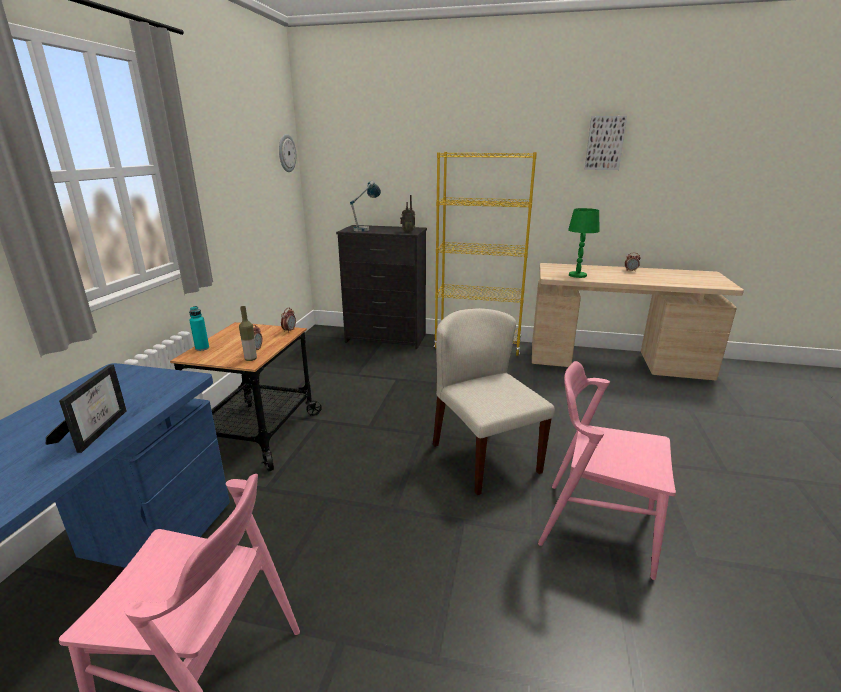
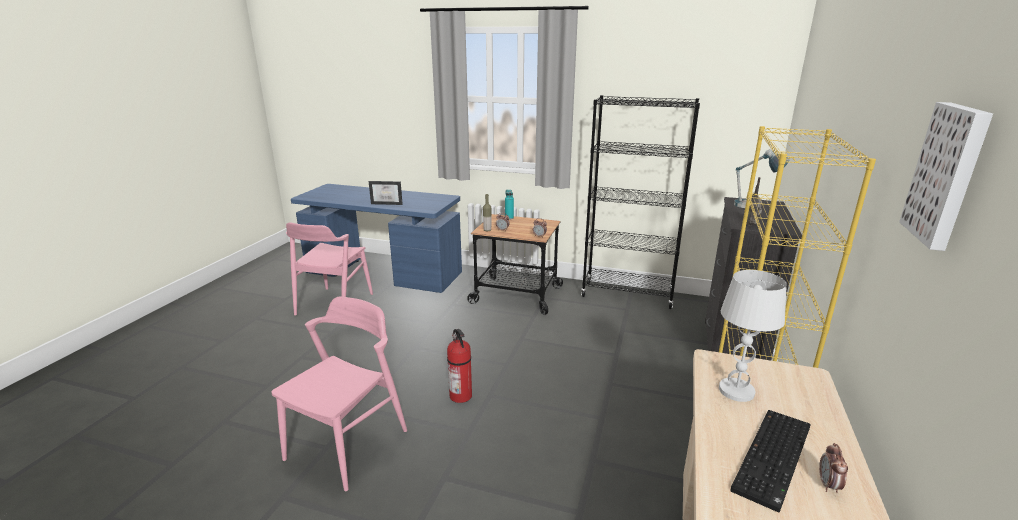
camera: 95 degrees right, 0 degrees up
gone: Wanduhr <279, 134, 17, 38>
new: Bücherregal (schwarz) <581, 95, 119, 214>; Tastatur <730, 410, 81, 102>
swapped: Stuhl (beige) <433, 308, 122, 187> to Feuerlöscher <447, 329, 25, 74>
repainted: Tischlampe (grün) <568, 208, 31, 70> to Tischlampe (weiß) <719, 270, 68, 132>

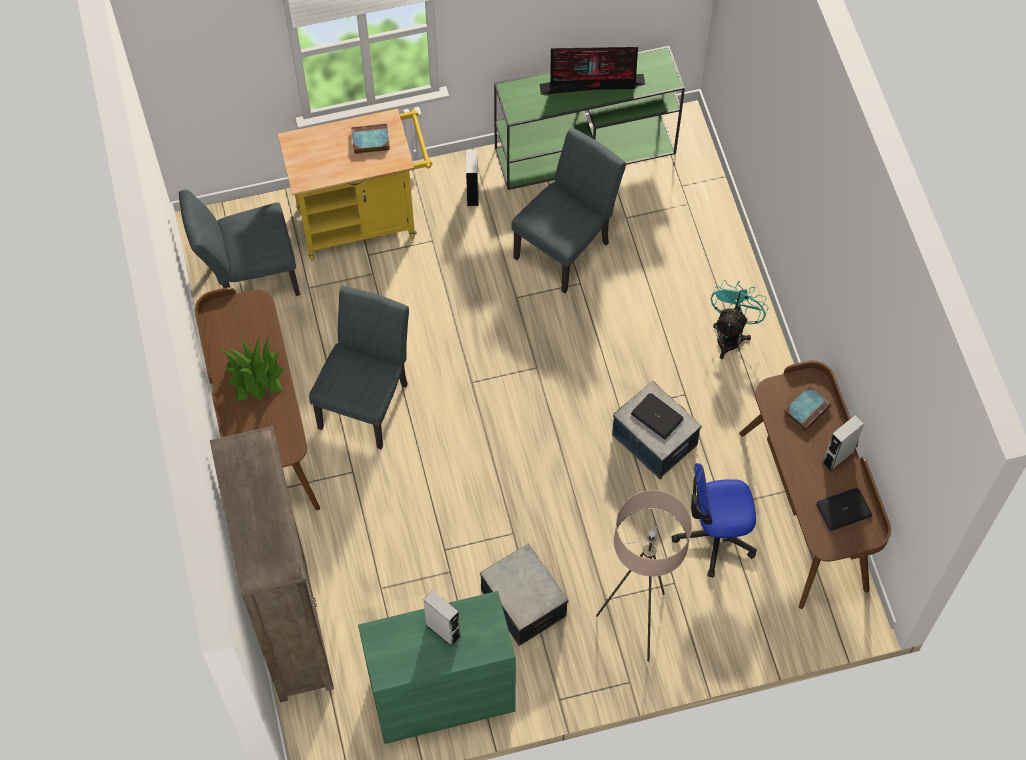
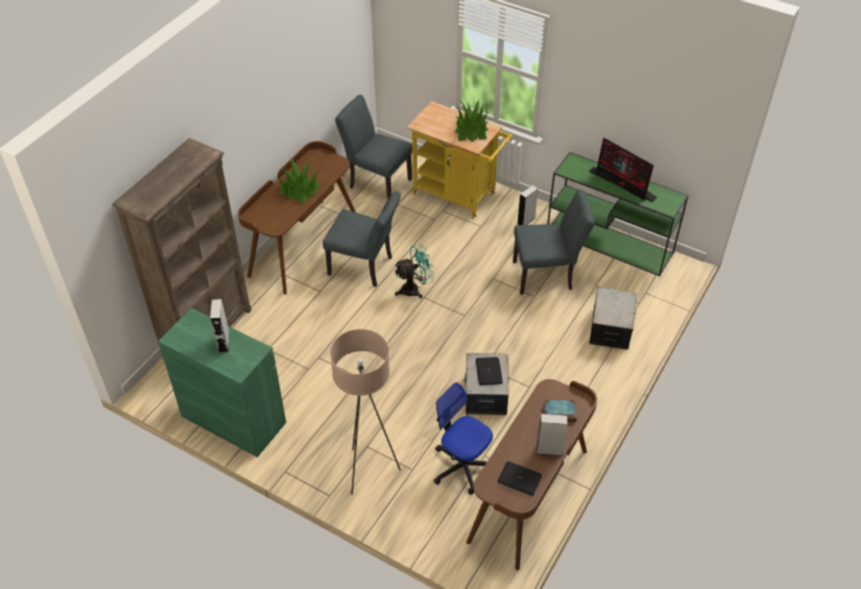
camera: 45 degrees right, 15 degrees down
shifted: Ventilator (türkis) <711, 280, 58, 79> to <394, 244, 40, 54>; Aufbewahrungsbox <480, 544, 89, 102> to <589, 287, 48, 63>
swapped: Buch <351, 124, 39, 30> to Topfpflanze <455, 98, 33, 44>
rotated: Stuhl (grau) <309, 286, 100, 164> = <323, 191, 78, 96> 45 degrees clockwise

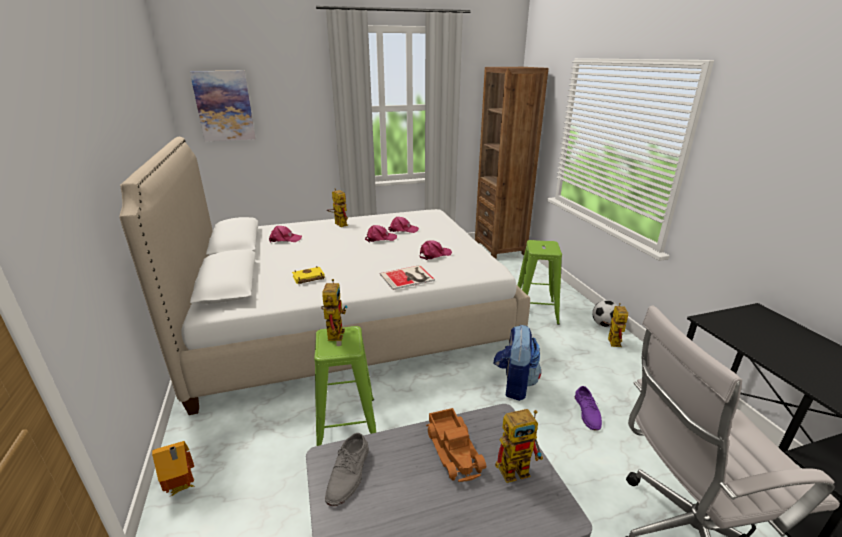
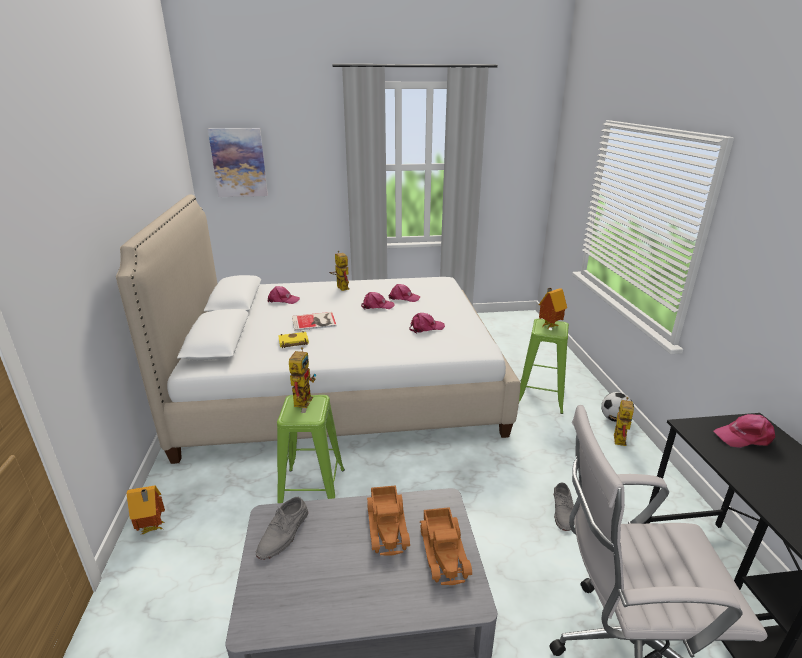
camera: 10 degrees right, 0 degrees up
gone: Bücherregal (braun) <475, 67, 73, 192>; Rucksack <494, 325, 47, 76>
new: Spielzeughaus <539, 288, 28, 41>; Kappe (rosa) <713, 414, 62, 34>
shifted: Buch <380, 265, 55, 25> to <292, 312, 45, 19>
swapped: Spielzeugroboter <495, 409, 48, 74> to Spielzeuglaster <420, 507, 52, 78>
repainted: Schuh (lila) <575, 386, 27, 45> to Schuh (grau) <554, 482, 20, 49>

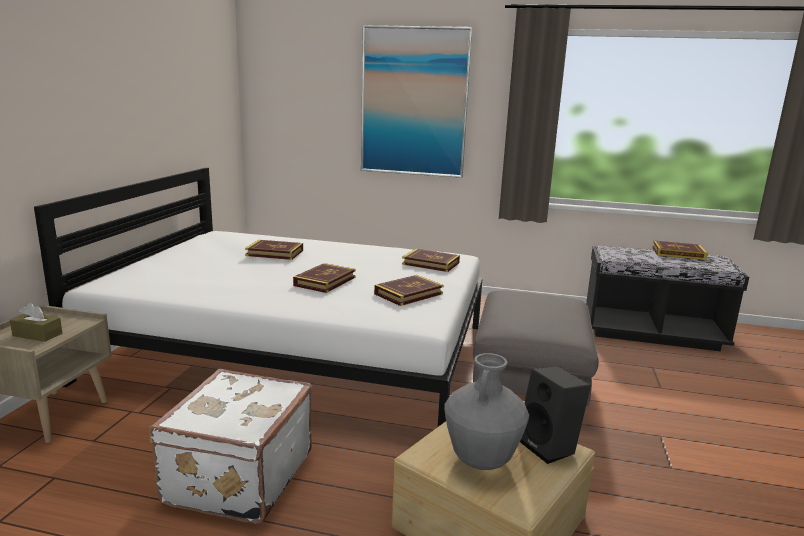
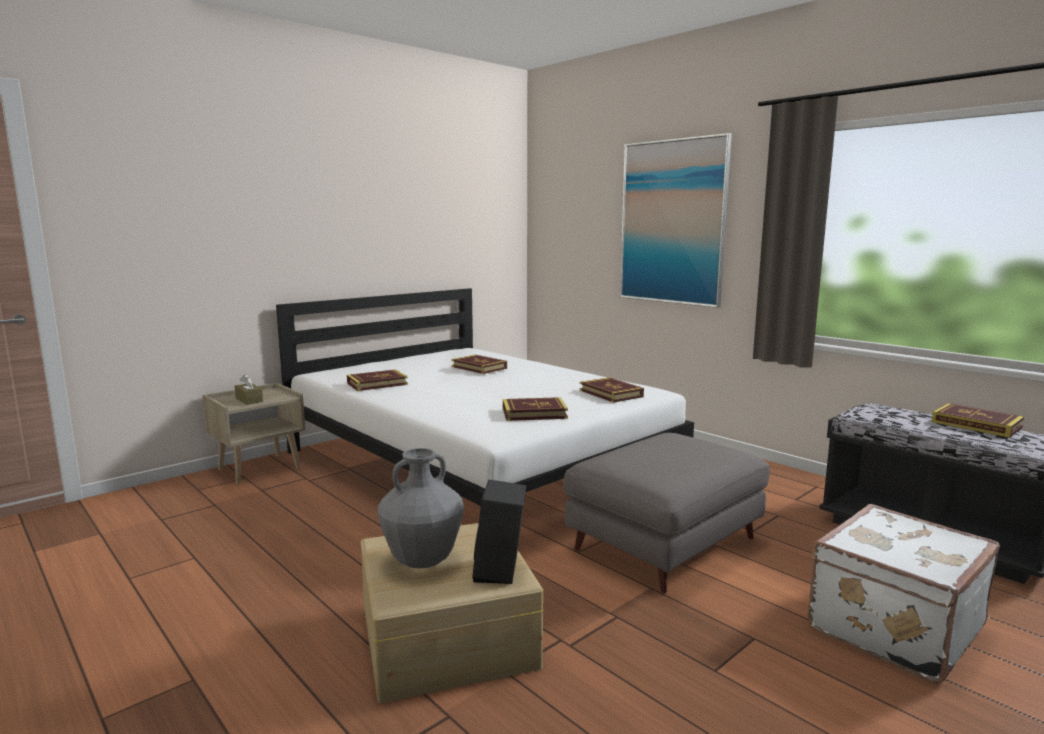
camera: 35 degrees right, 5 degrees down
shifted: Buch <293, 263, 63, 30> to <347, 369, 61, 22>; Koffer (weiß) <149, 369, 163, 155> to <807, 504, 193, 179>

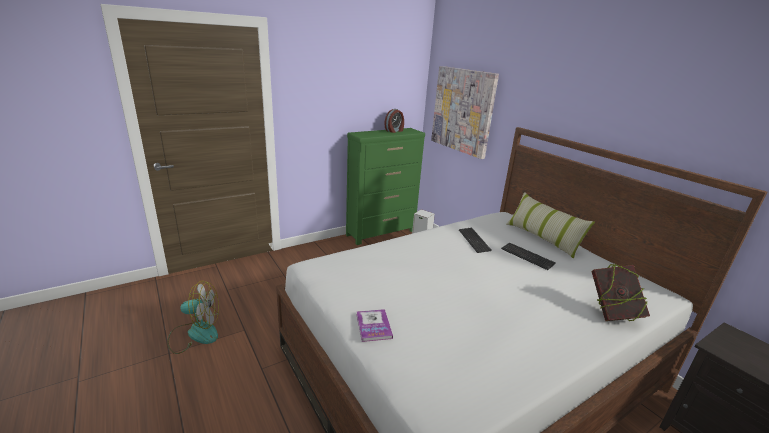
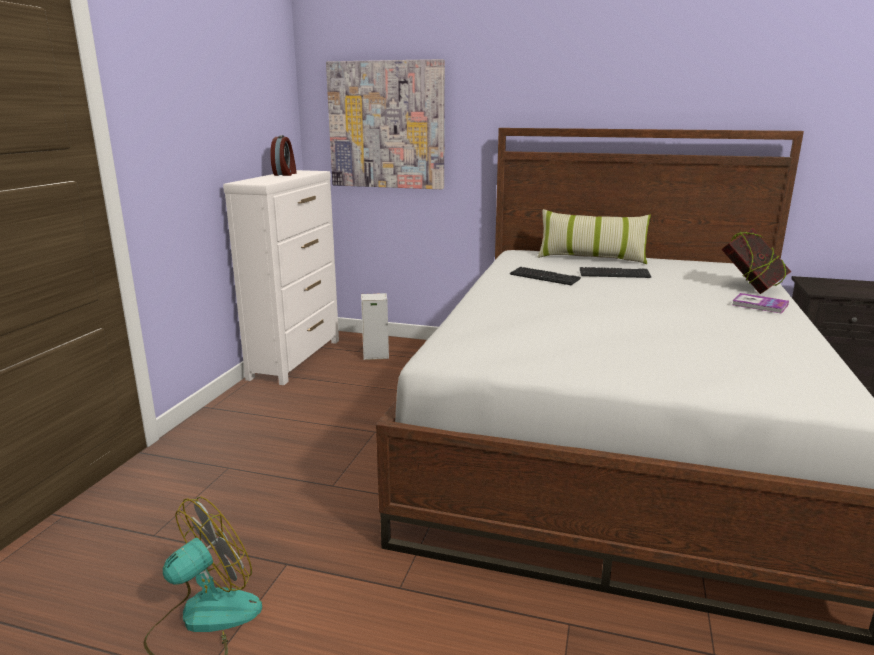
camera: 40 degrees left, 5 degrees down
shifted: Buch <356, 309, 37, 33> to <732, 293, 57, 21>
repainted: Kommode (grün) <346, 128, 79, 117> to Kommode (weiß) <223, 170, 116, 215>

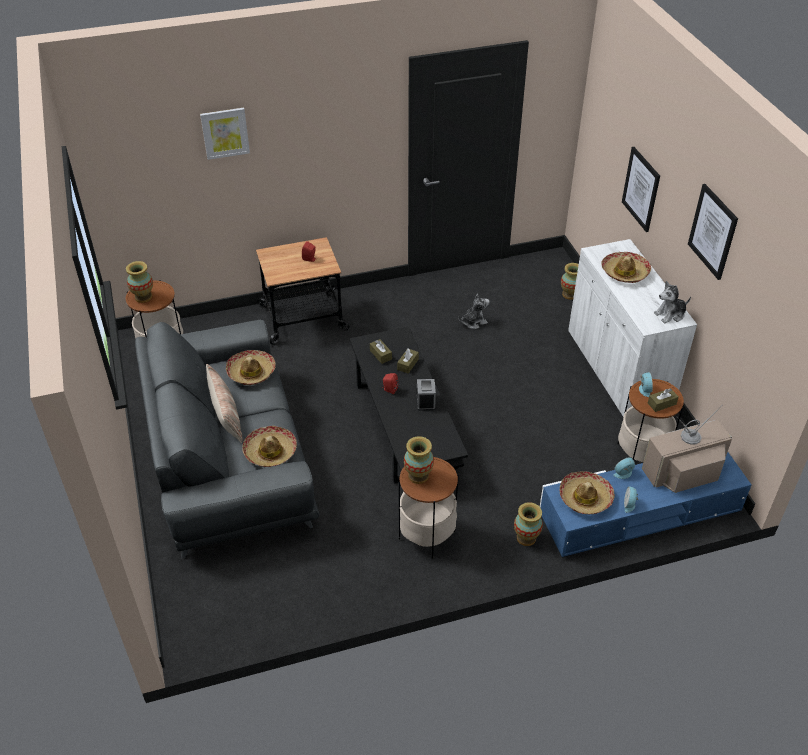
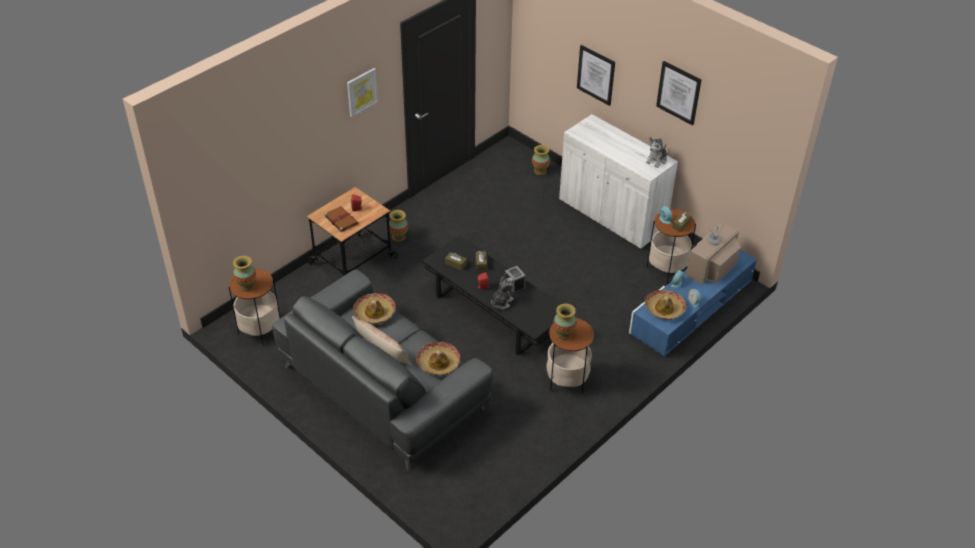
camera: 30 degrees left, 0 degrees up
gone: Hut <601, 252, 50, 31>
new: Buch (braun) <324, 206, 34, 26>
shifted: Bild <200, 108, 50, 52> to <347, 68, 31, 49>; Plüschtier <458, 294, 31, 35> to <491, 276, 23, 33>; Vase <514, 502, 29, 44> to <389, 210, 19, 32>

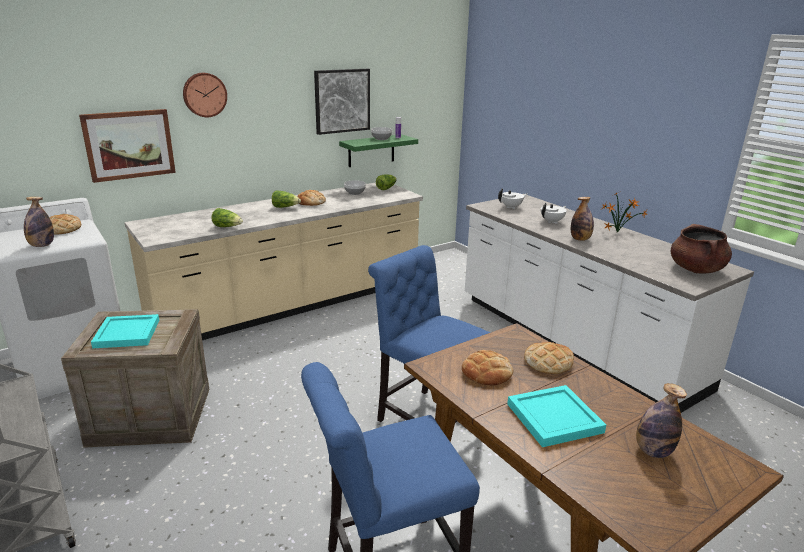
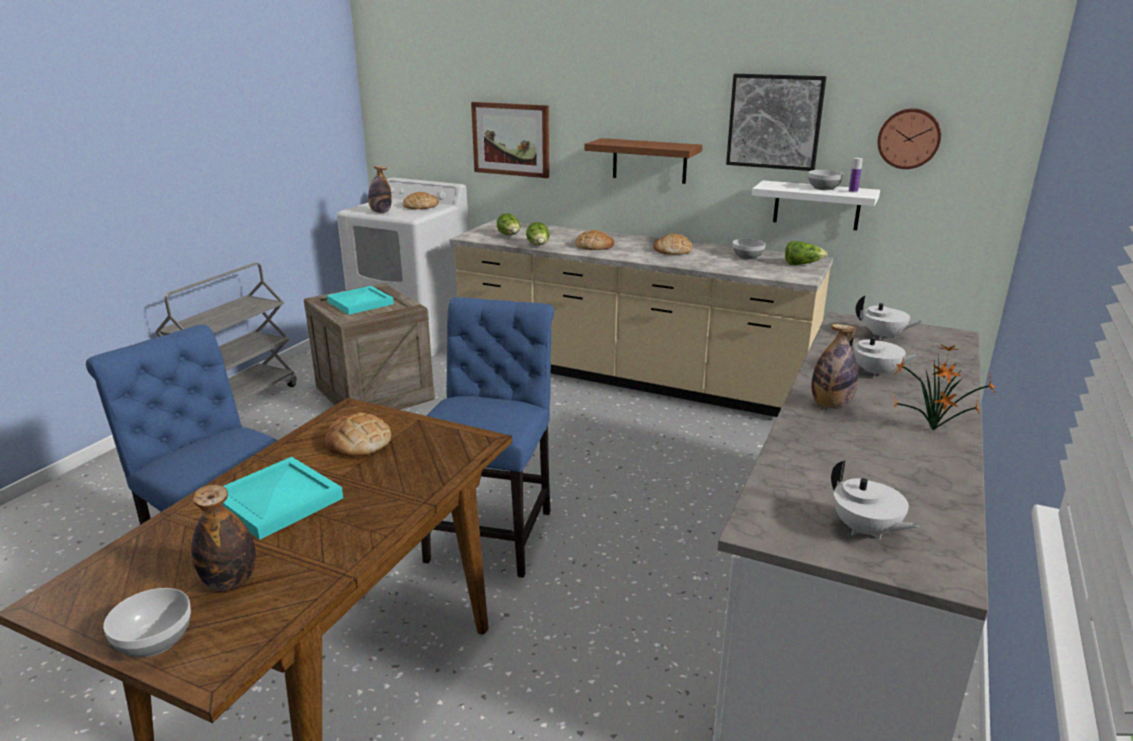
camera: 60 degrees right, 0 degrees up
new: Wandregal (braun) <585, 138, 117, 46>; Schüssel <103, 588, 88, 69>
shifted: Wanduhr <183, 73, 44, 44> to <878, 108, 63, 61>; Salatkopf <272, 190, 29, 18> to <497, 213, 23, 22>; Brot <524, 342, 50, 32> to <575, 230, 39, 20>
swapped: Kochtopf (braun) <671, 224, 61, 49> to Teekanne (weiß) <831, 460, 88, 80>
repainted: Wandregal (grün) <339, 134, 79, 33> to Wandregal (weiß) <752, 180, 128, 50>

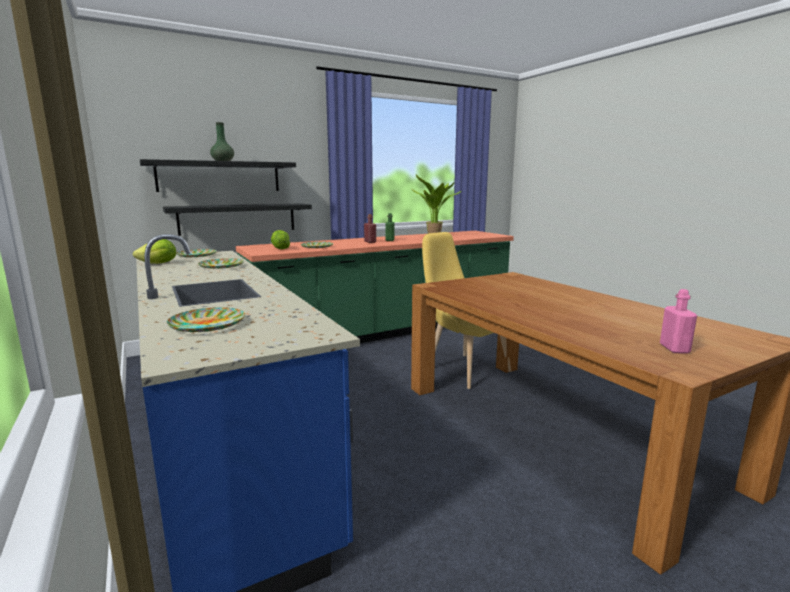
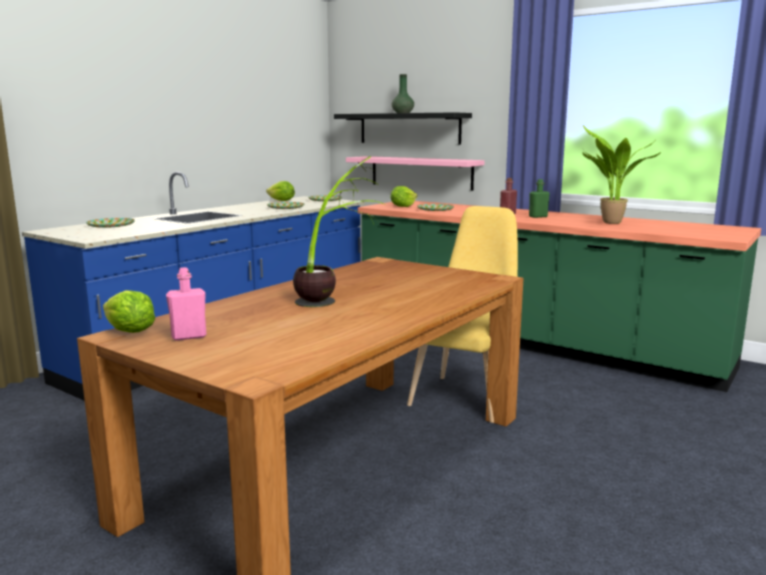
camera: 65 degrees right, 0 degrees up
new: Topfpflanze <293, 156, 90, 151>; Salatkopf <103, 290, 52, 43>
repainted: Wandregal (schwarz) <163, 203, 149, 33> to Wandregal (rosa) <346, 156, 138, 35>

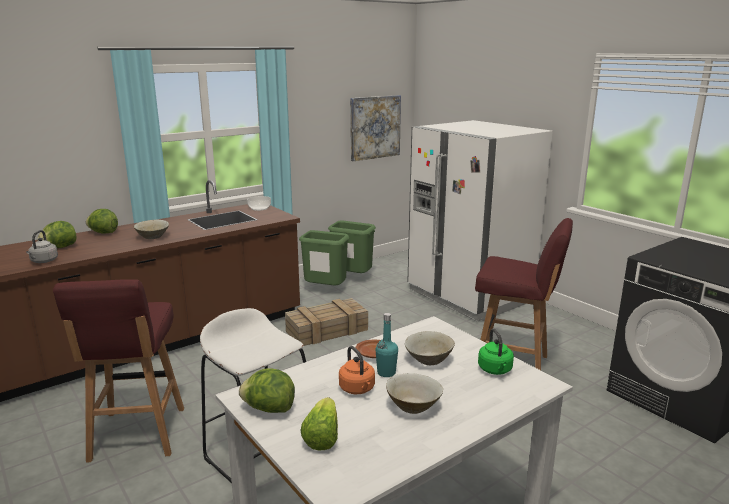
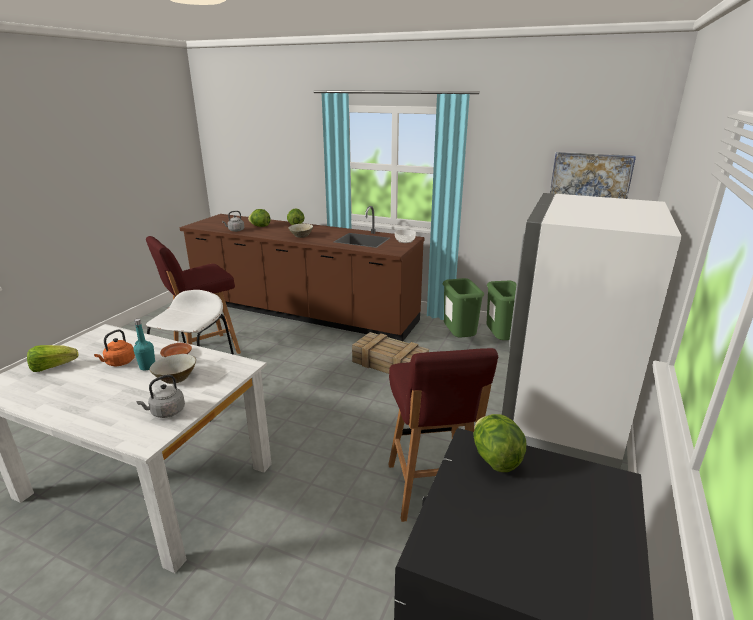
camera: 60 degrees right, 5 degrees up
gone: Schüssel (beige) <386, 373, 57, 41>
shifted: Salatkopf <239, 368, 56, 45> to <474, 414, 53, 58>
repainted: Wasserkessel (grün) <478, 328, 36, 47> to Wasserkessel (grau) <136, 375, 49, 43>

